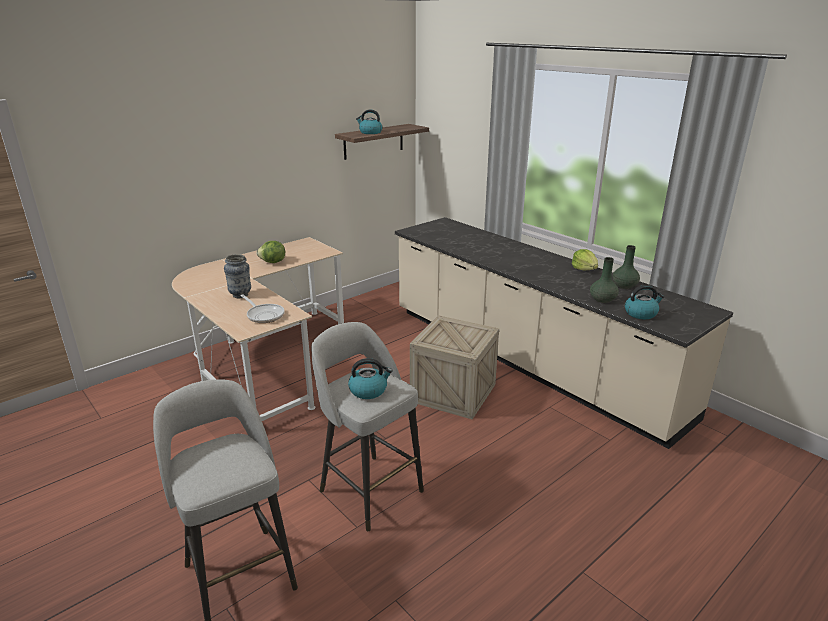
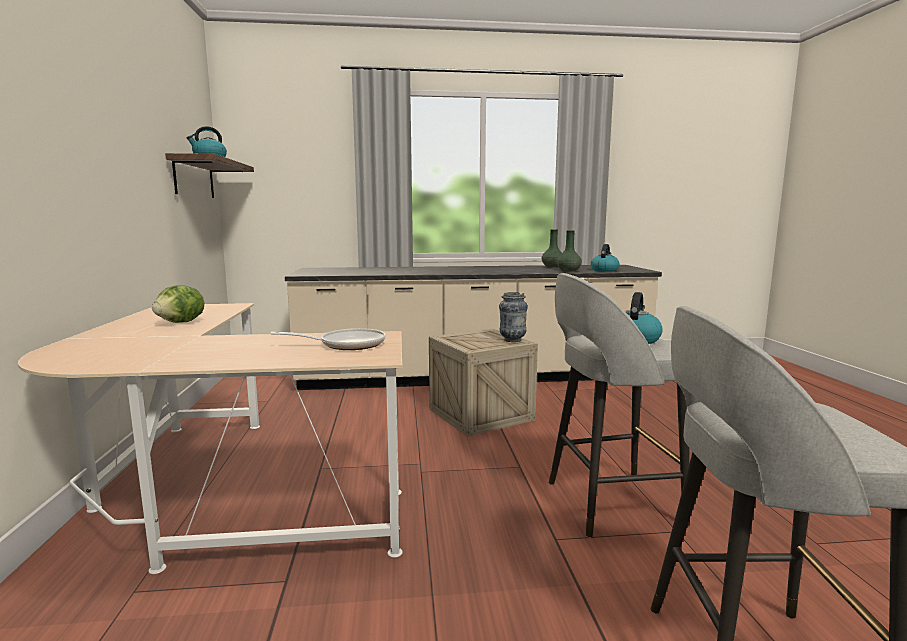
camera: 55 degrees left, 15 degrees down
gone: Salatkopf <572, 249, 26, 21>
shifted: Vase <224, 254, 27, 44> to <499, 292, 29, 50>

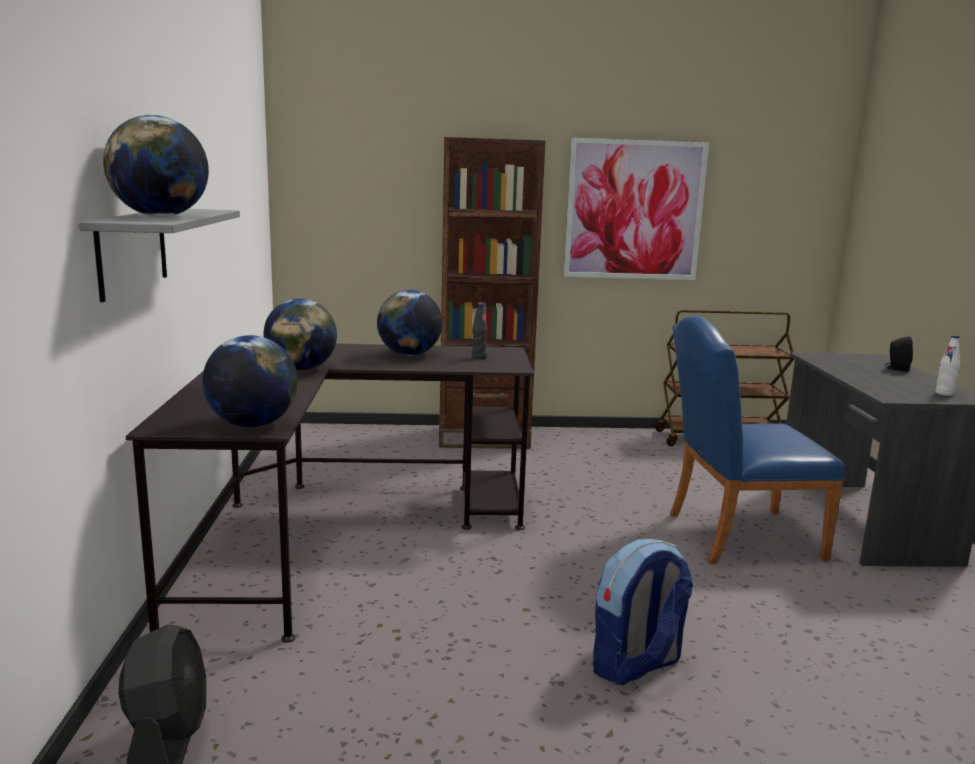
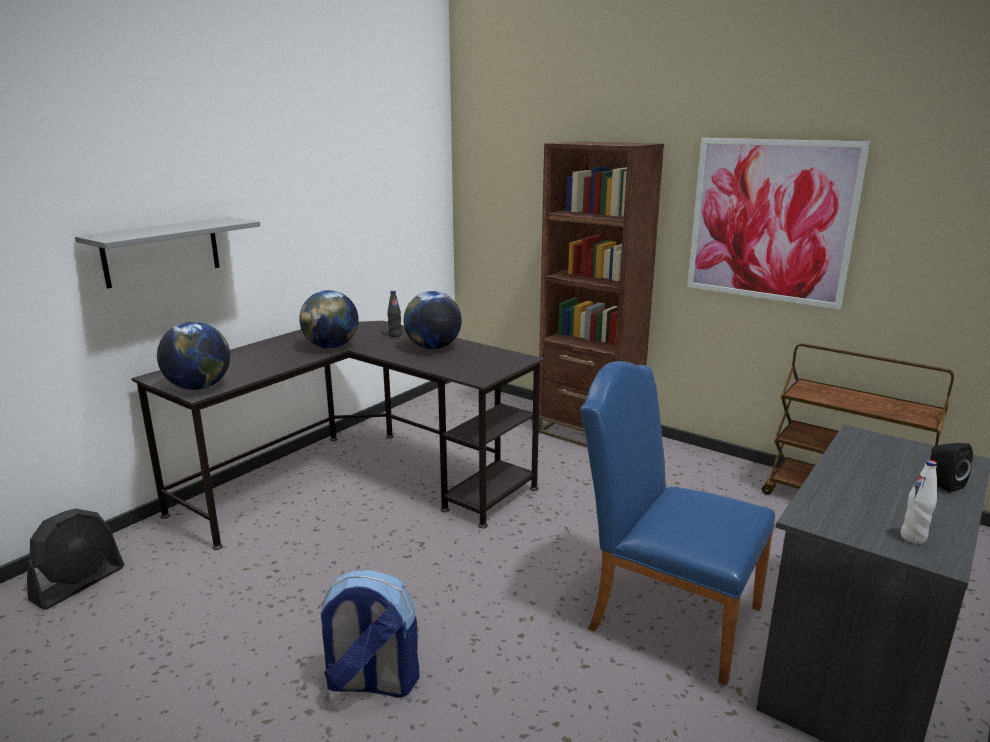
camera: 40 degrees right, 5 degrees up
gone: Globus <103, 115, 106, 102>
shifted: Flasche (schwarz) <472, 303, 16, 56> to <387, 291, 15, 46>

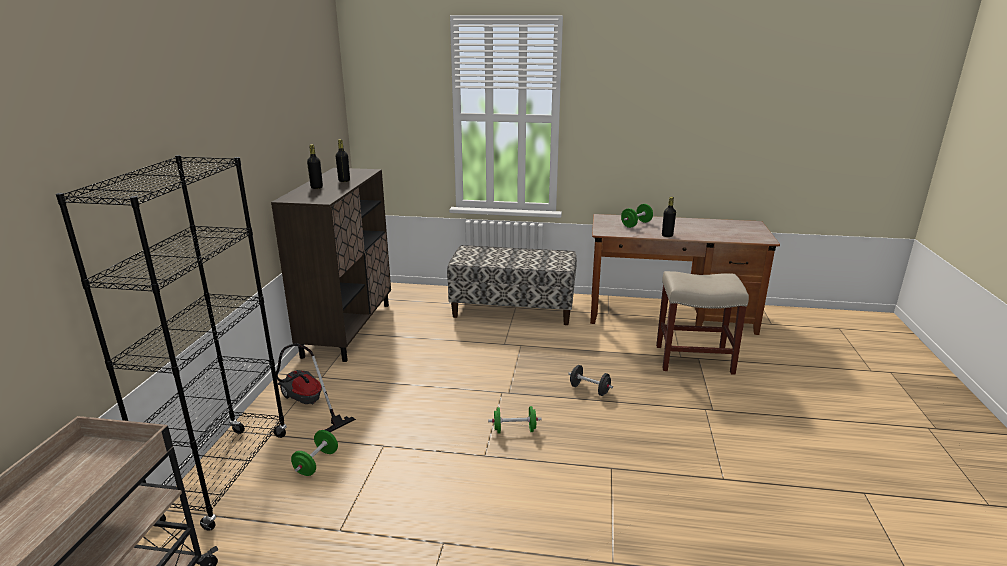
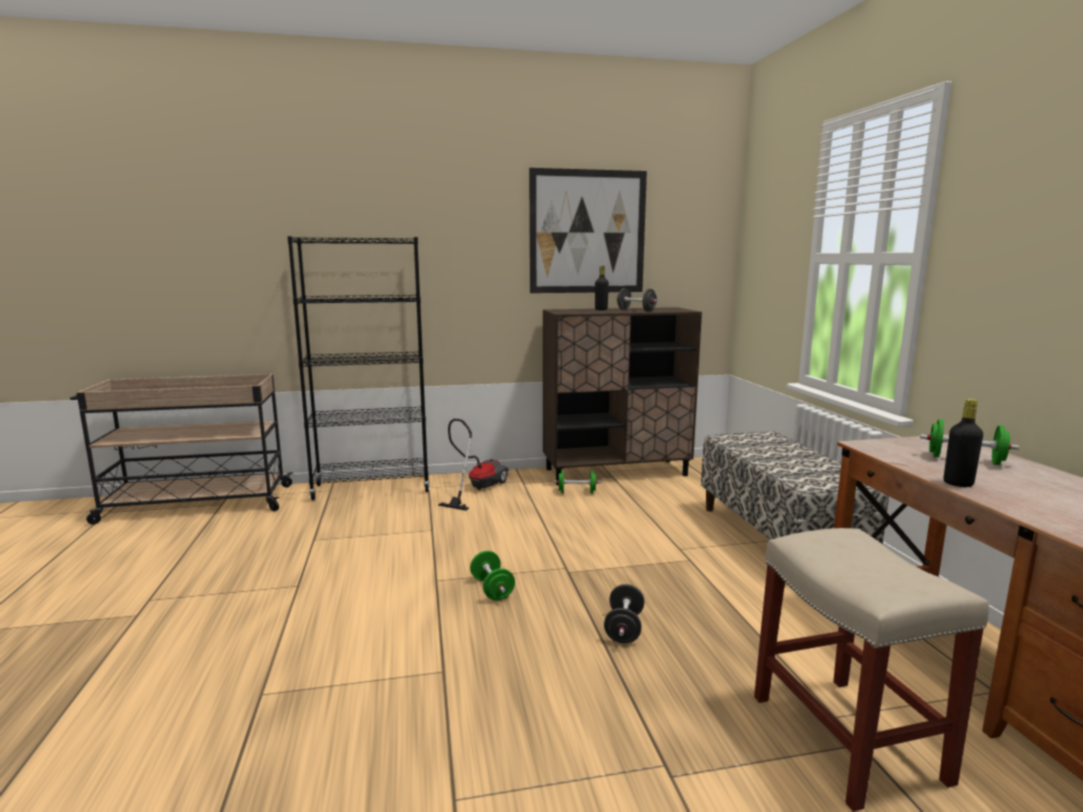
camera: 70 degrees right, 10 degrees down
new: Bild <529, 168, 118, 125>
shifted: Hantel (grün) <291, 430, 47, 46> to <553, 471, 48, 23>
swapped: Flasche (schwarz) <336, 139, 14, 43> to Hantel (schwarz) <616, 288, 42, 24>

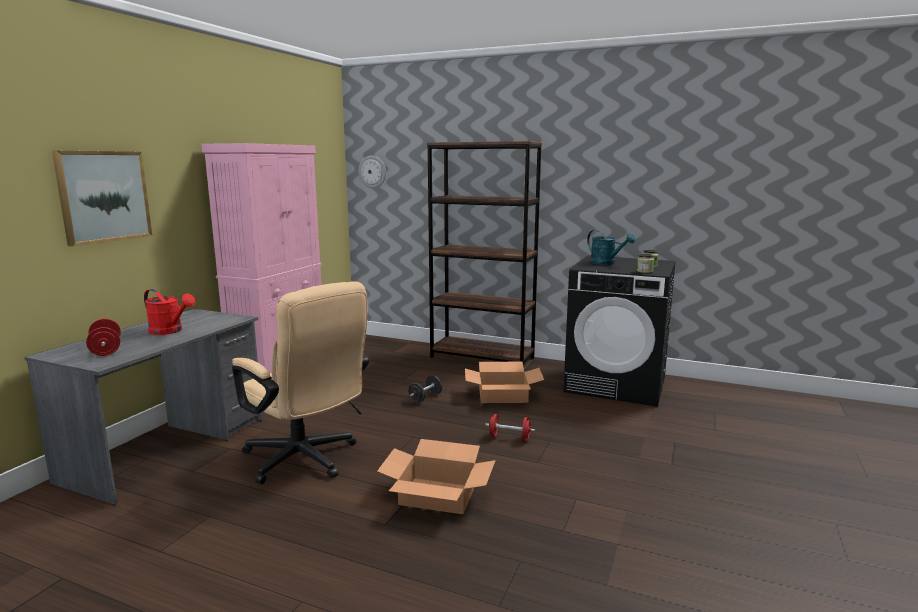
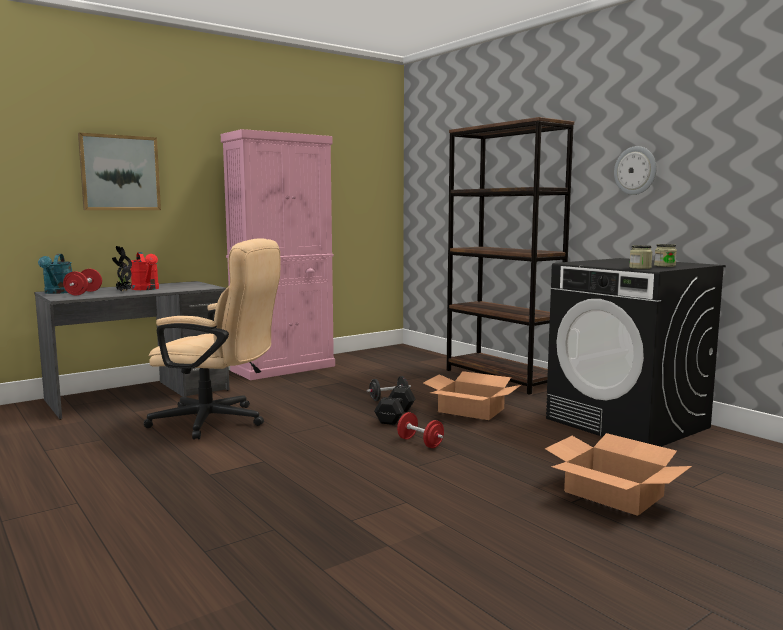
camera: 30 degrees right, 5 degrees down
new: Topfpflanze <112, 246, 20, 46>; Hantel (schwarz) <374, 386, 41, 39>
shifted: Wanduhr <358, 155, 28, 33> to <614, 146, 43, 49>; Gießkanne (türkis) <587, 230, 48, 35> to <38, 254, 34, 40>; Karton <377, 439, 119, 75> to <545, 433, 147, 83>
rotated: Bürostuhl (beige) <232, 282, 137, 202> = <144, 238, 136, 202> 60 degrees counterclockwise

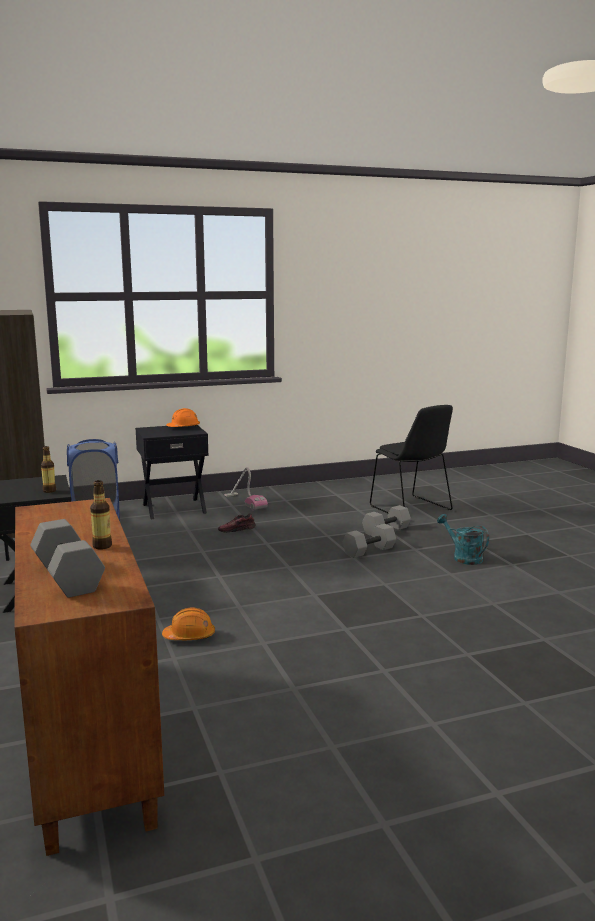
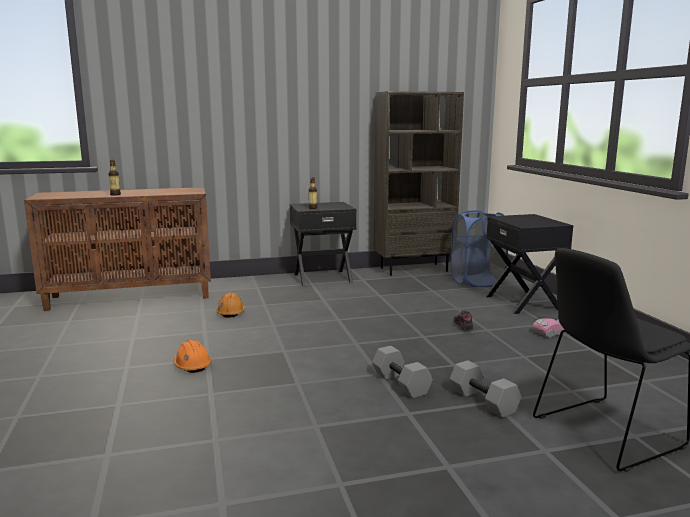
camera: 95 degrees right, 0 degrees up
gone: Gießkanne (türkis) <437, 514, 52, 51>; Hantel (grau) <30, 519, 75, 79>
shifted: Schutzhelm (orange) <166, 408, 34, 19> to <174, 340, 37, 33>

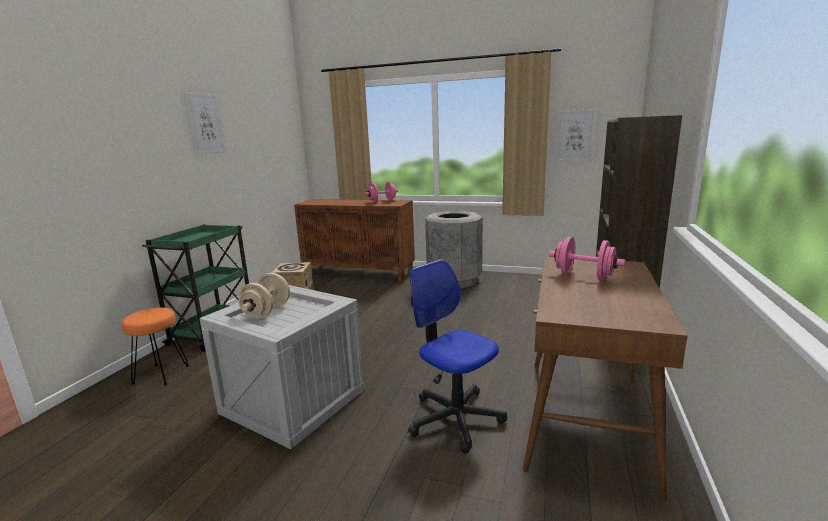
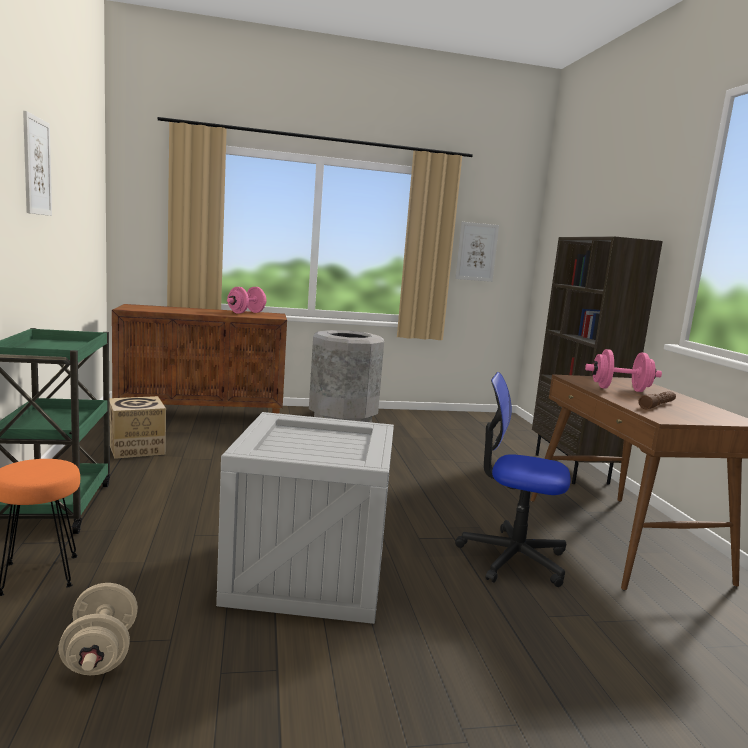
camera: 30 degrees left, 5 degrees down
new: Taschenlampe (braun) <638, 391, 38, 18>
shifted: Hantel (beige) <238, 273, 52, 46> to <59, 583, 79, 92>

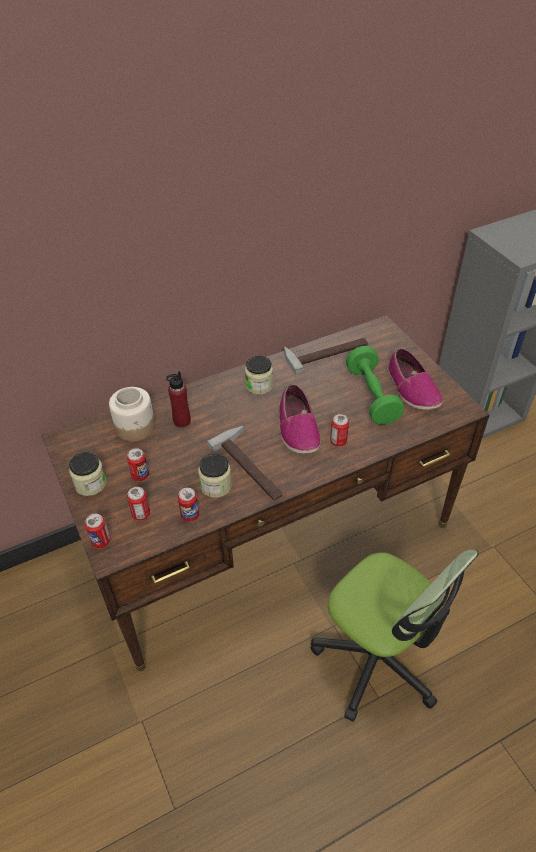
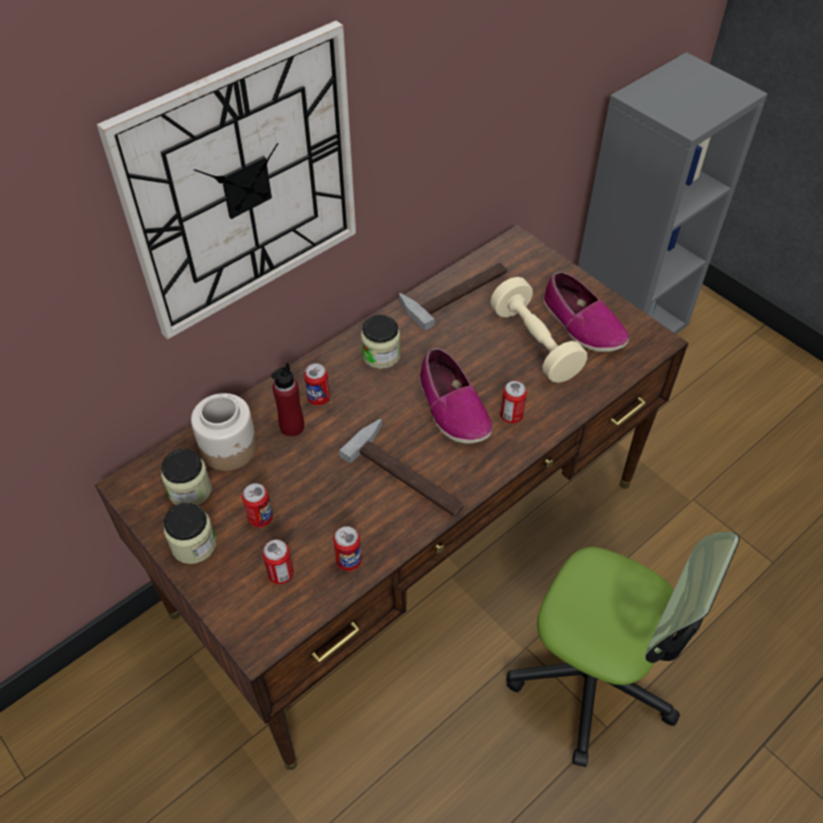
camera: 15 degrees left, 5 degrees up
new: Wanduhr <96, 21, 260, 319>
shifted: Vorratsglas <198, 453, 34, 45> to <161, 449, 51, 56>; Dose <85, 514, 25, 34> to <304, 363, 26, 43>
repainted: Hantel (grün) <346, 346, 58, 79> to Hantel (beige) <490, 277, 97, 106>

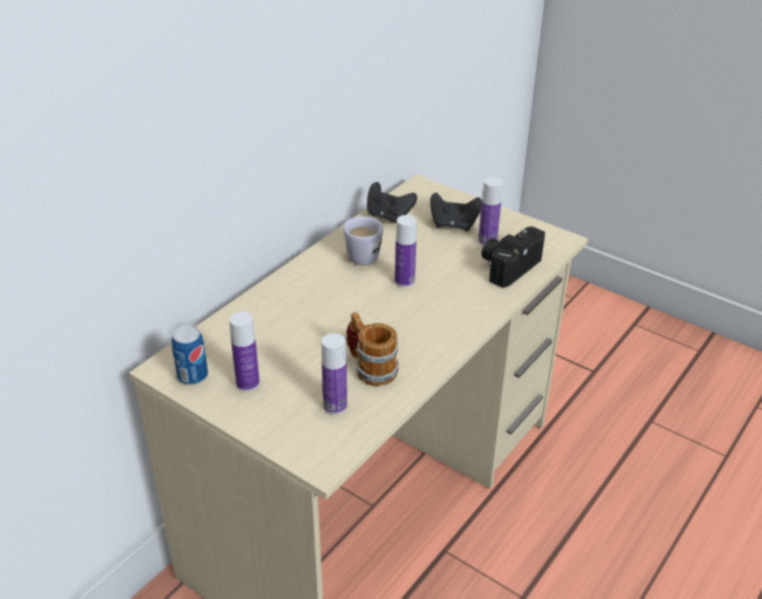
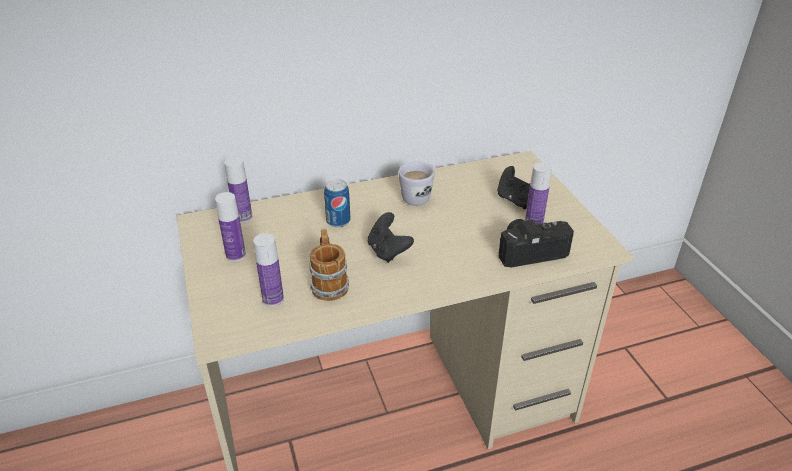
camera: 35 degrees right, 0 degrees up
shifted: Gamepad (schwarz) <367, 182, 50, 42> to <368, 212, 46, 51>; Flasche <395, 215, 22, 72> to <225, 157, 28, 66>; Dose <172, 326, 36, 59> to <324, 179, 26, 48>

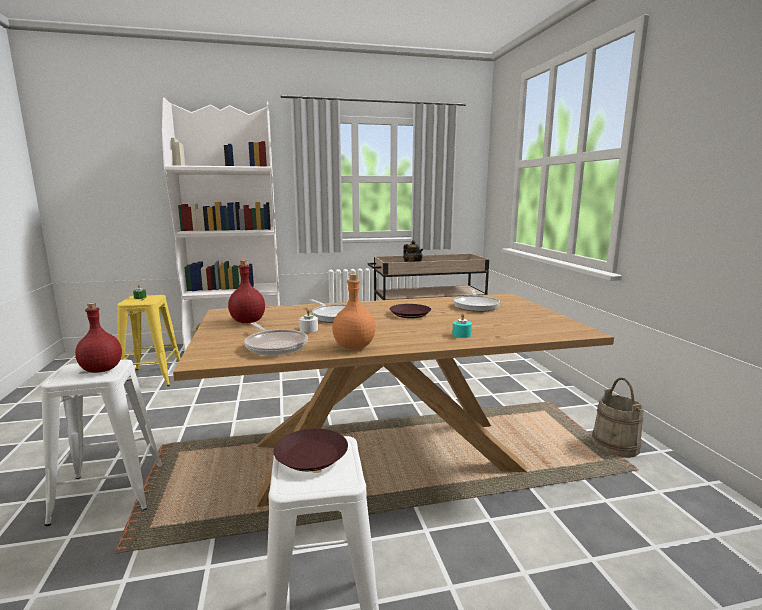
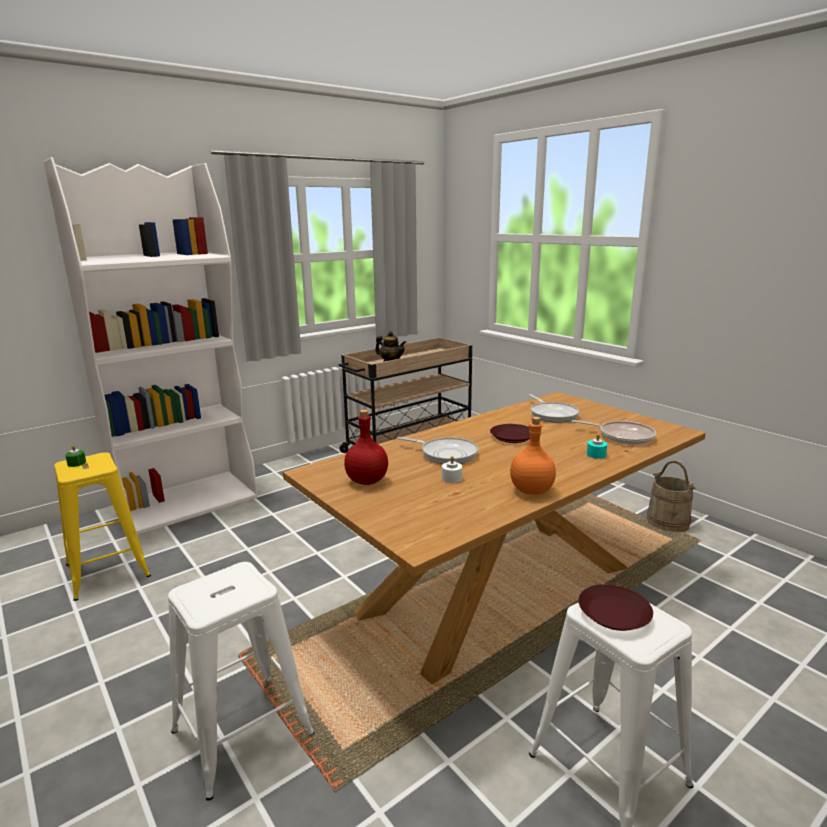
camera: 25 degrees left, 5 degrees up
gone: Flasche (rot) <75, 303, 47, 70>
shifted: Pfanne <244, 322, 64, 33> to <572, 420, 84, 25>

